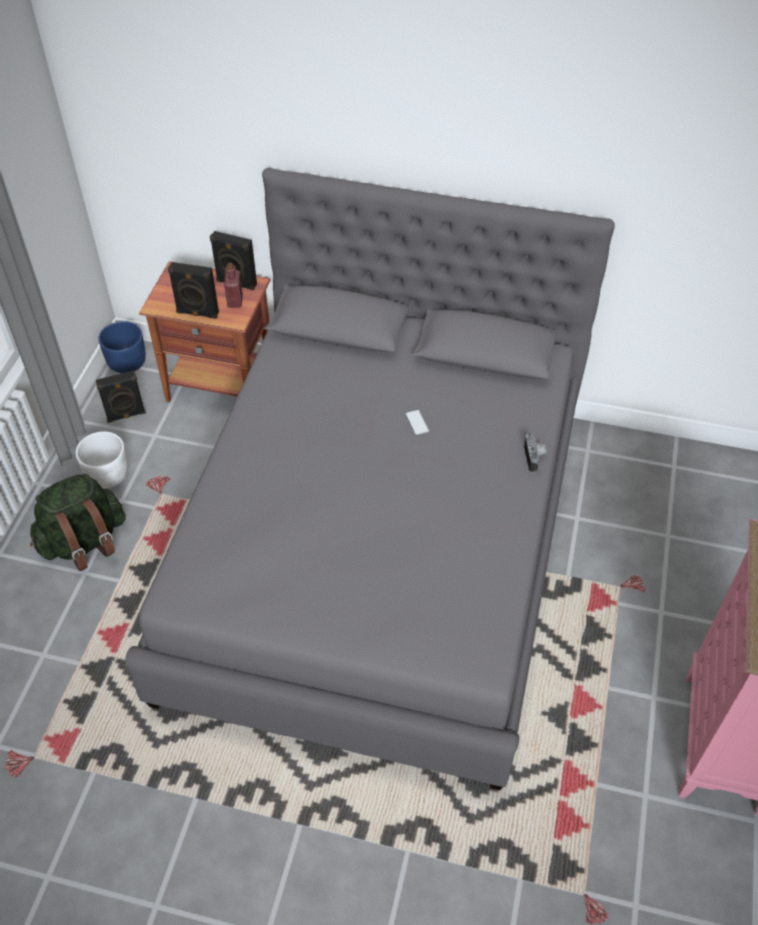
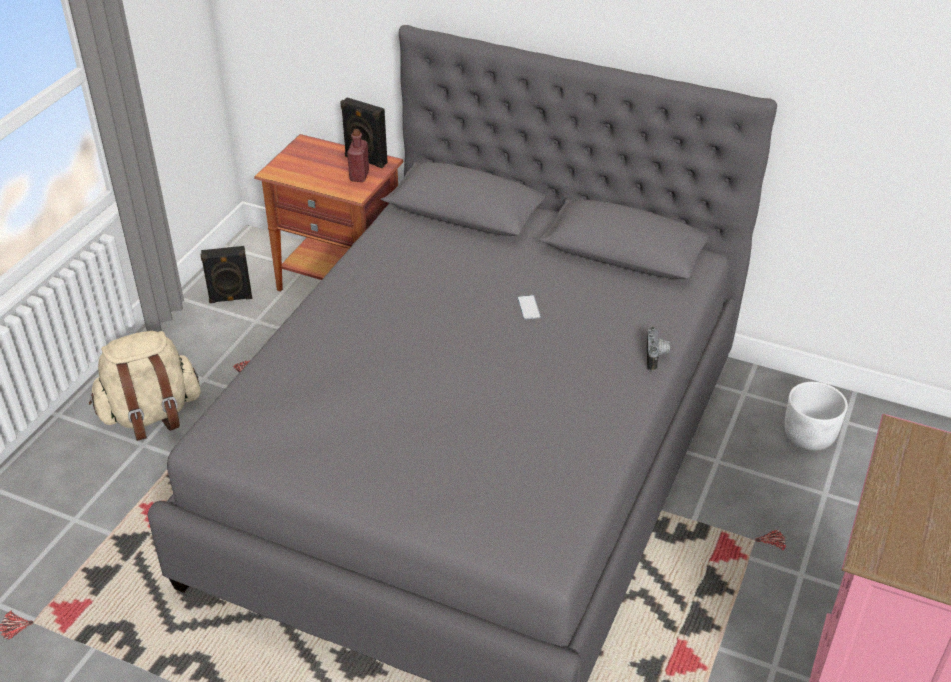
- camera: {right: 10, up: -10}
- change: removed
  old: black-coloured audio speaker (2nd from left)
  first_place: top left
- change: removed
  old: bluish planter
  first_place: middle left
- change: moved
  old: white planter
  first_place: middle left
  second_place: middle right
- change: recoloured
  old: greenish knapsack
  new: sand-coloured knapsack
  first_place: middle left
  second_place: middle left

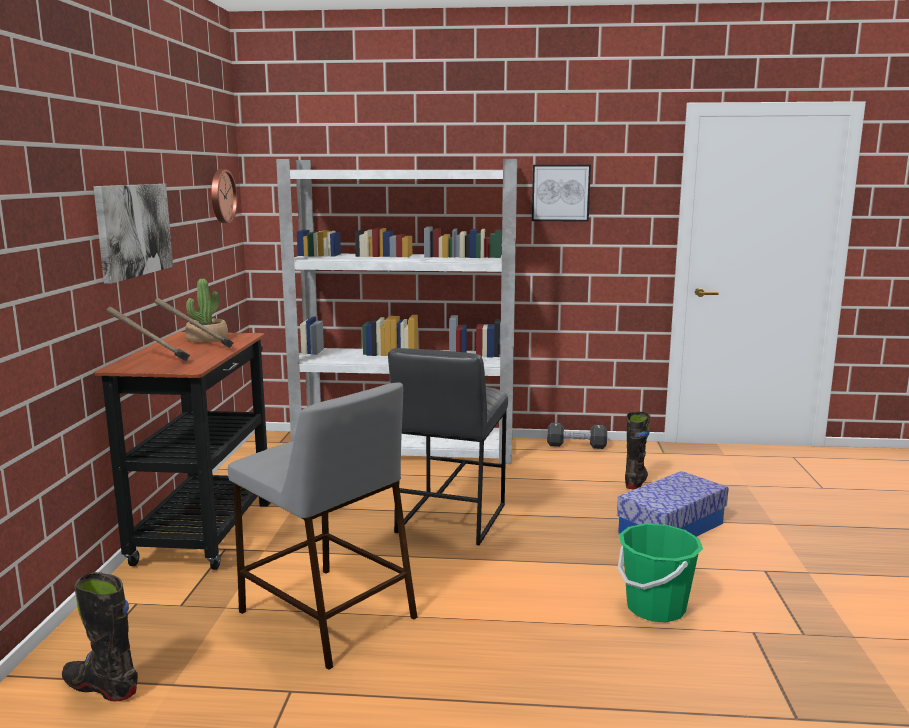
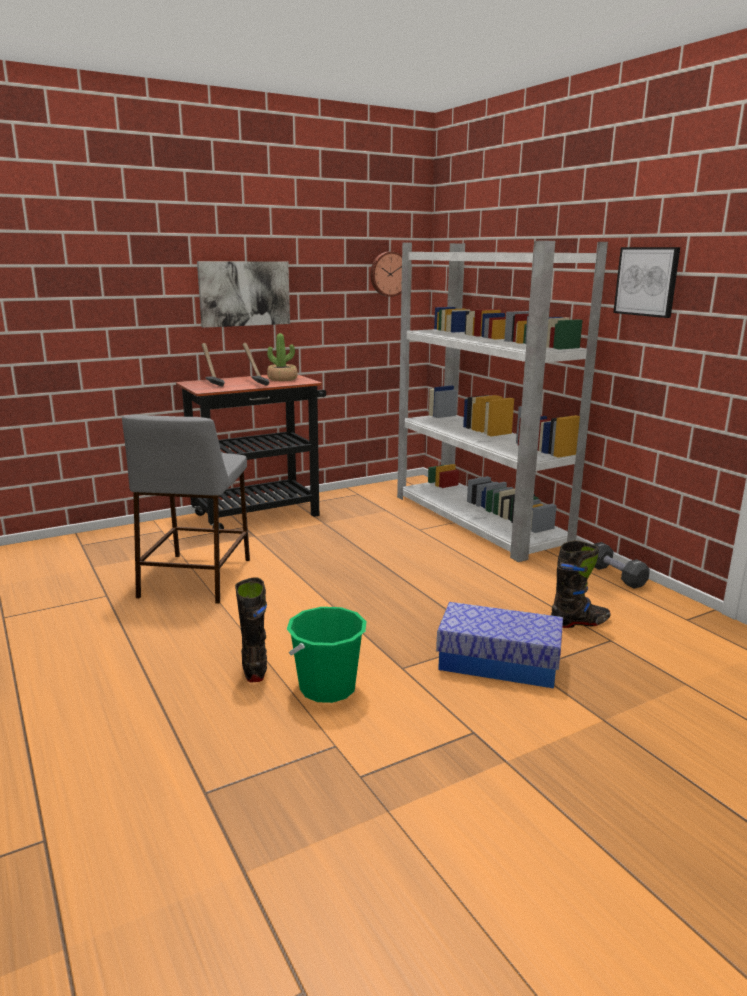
- camera: {right: 55, up: 5}
- change: removed
  old: gray stool seat (2nd from left)
  first_place: centre
- change: moved
  old: black-coloured tall boot (1st from left)
  first_place: bottom left
  second_place: centre

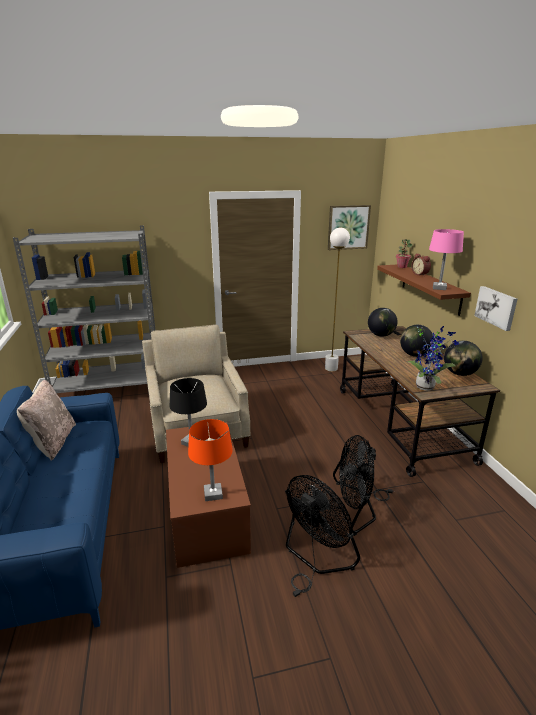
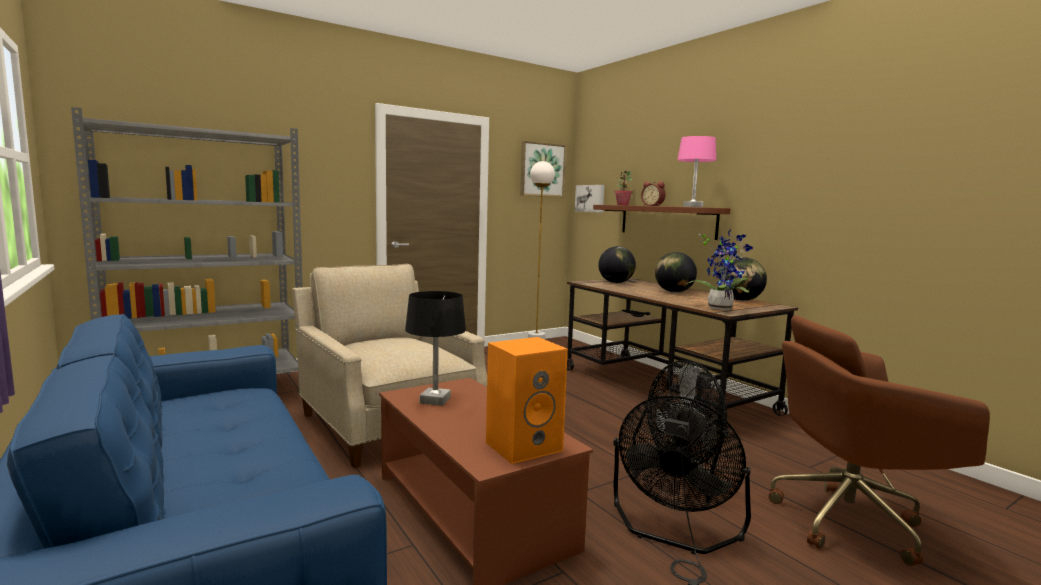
- camera: {right: -20, up: -15}
- change: moved
  old: wall picture (2nd from left)
  first_place: middle right
  second_place: centre
- change: removed
  old: sand-coloured throw pillow
  first_place: middle left
- change: replaced
  old: orange table lamp
  new: orange audio speaker
  first_place: centre
  second_place: bottom centre
- change: added
  new: brown desk chair
  second_place: bottom right

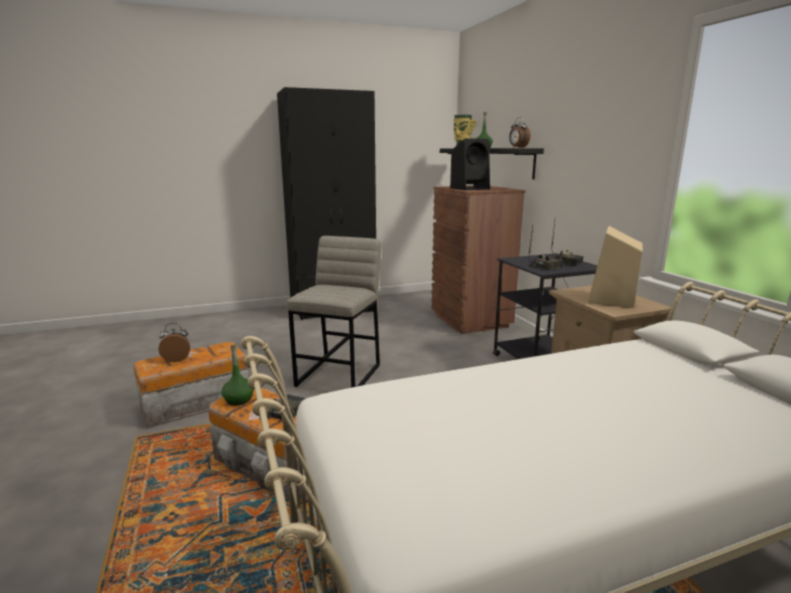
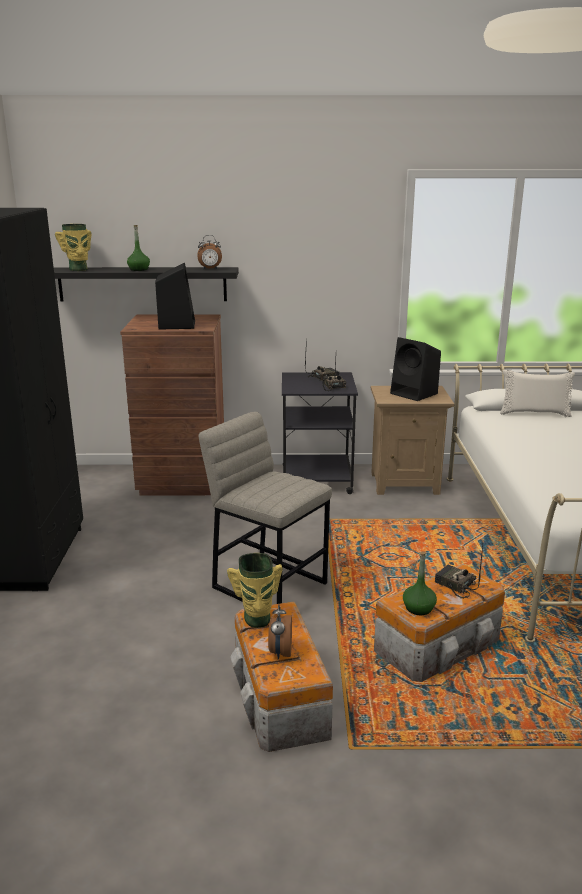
- camera: {right: -70, up: 5}
- change: recoloured
  old: sand-coloured audio speaker
  new: black-coloured audio speaker (2nd from left)
  first_place: middle right
  second_place: middle right
- change: added
  new: white throw pillow
  second_place: middle right
- change: added
  new: flower vase (2nd from left)
  second_place: centre

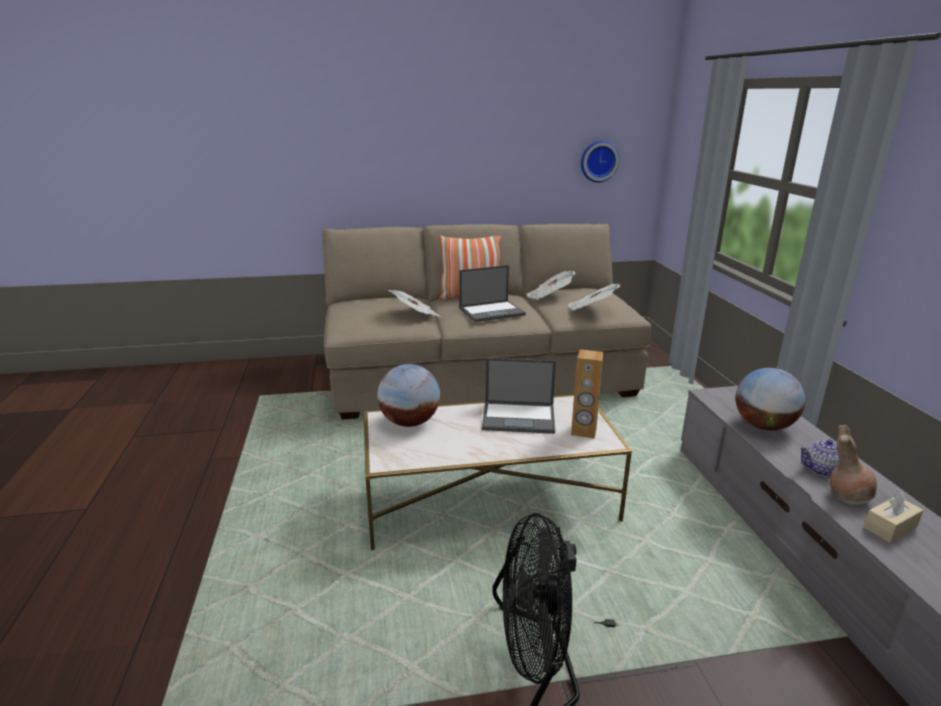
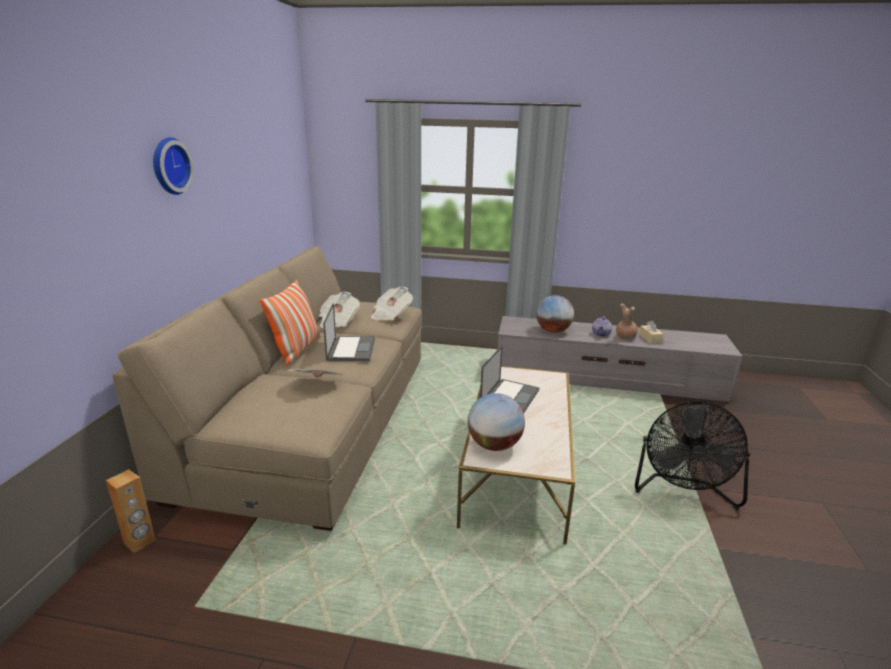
- camera: {right: -70, up: 0}
- change: moved
  old: wall clock
  first_place: top centre
  second_place: top left
- change: moved
  old: brown audio speaker
  first_place: centre
  second_place: bottom left

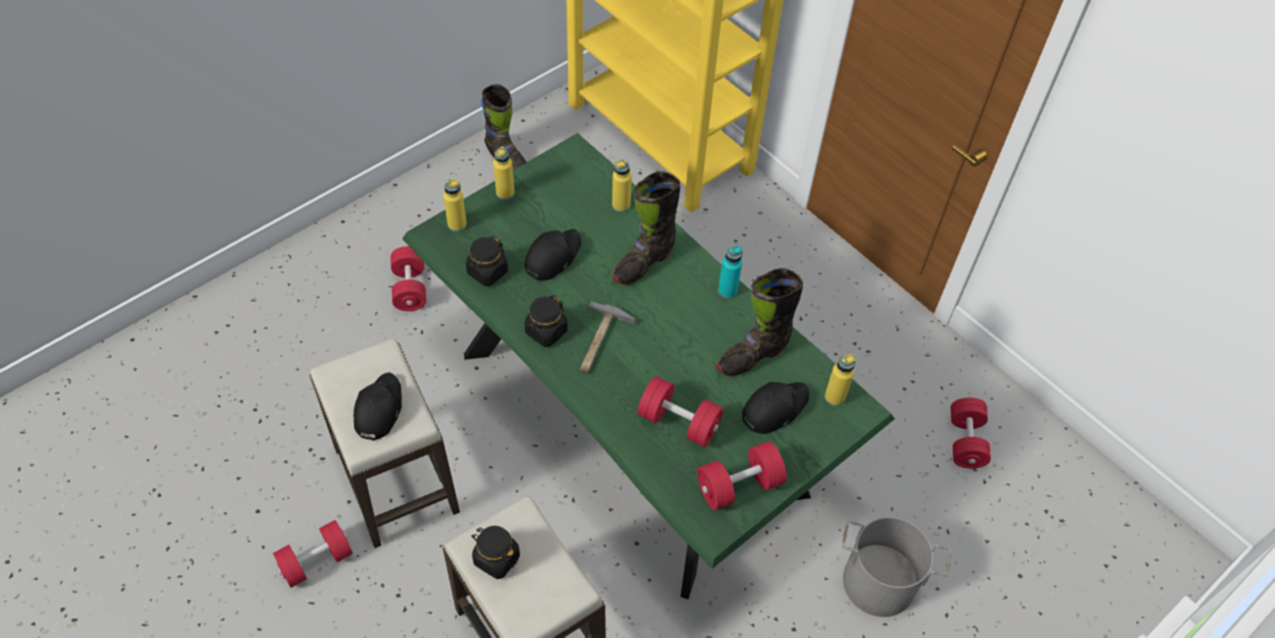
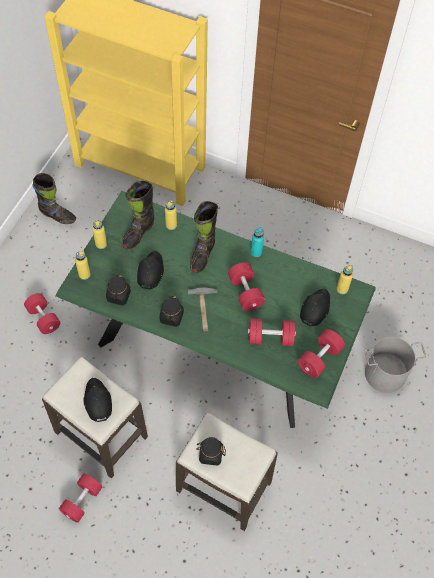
- camera: {right: -25, up: 5}
- change: moved
  old: black-coloured tall boot (3rd from left in the first image)
  new: black-coloured tall boot (2nd from left)
  first_place: centre
  second_place: middle left
- change: moved
  old: red hand weight (5th from left in the first image)
  new: red hand weight (3rd from left)
  first_place: bottom right
  second_place: centre

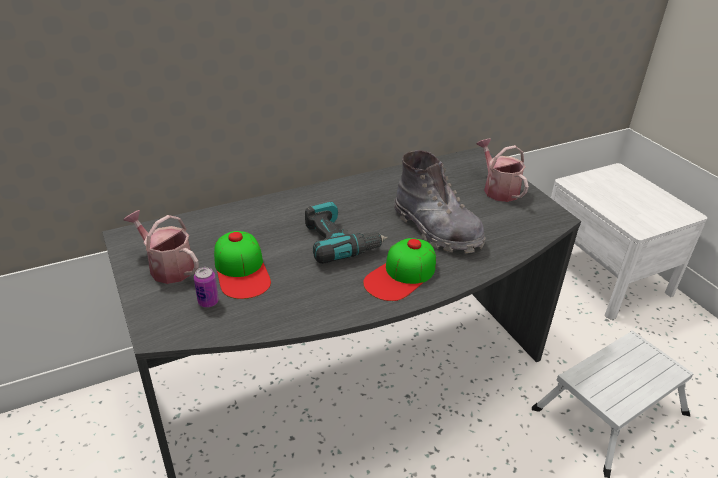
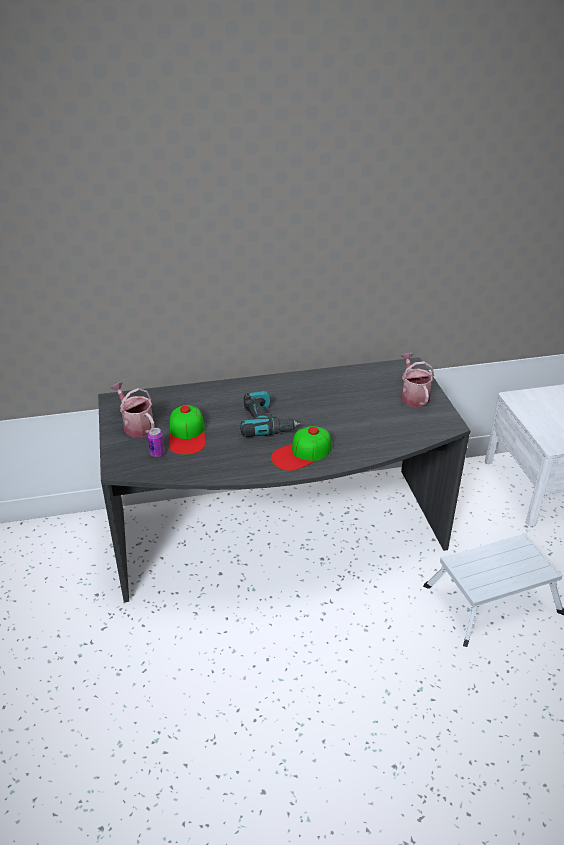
- camera: {right: 15, up: 0}
- change: removed
  old: gray tall boot
  first_place: centre

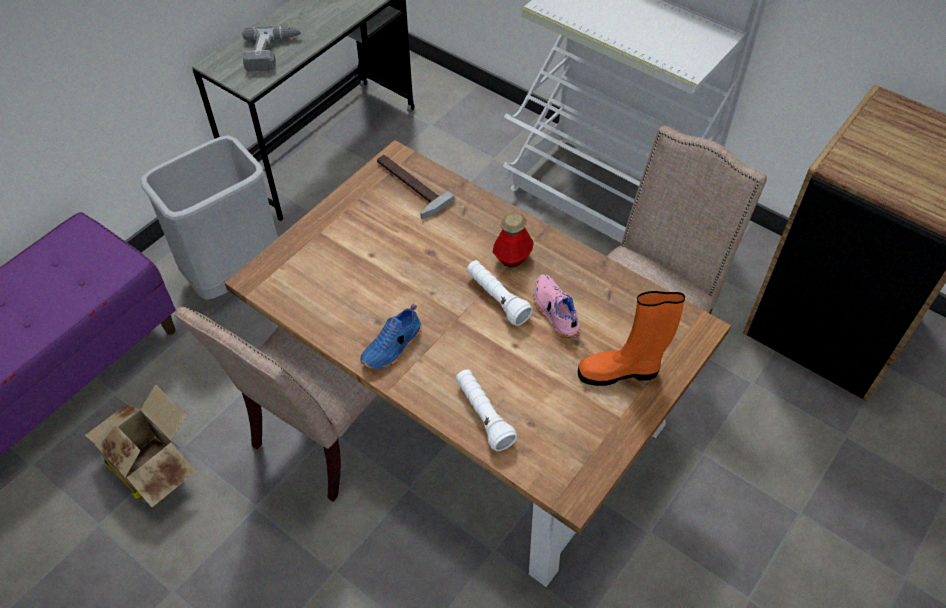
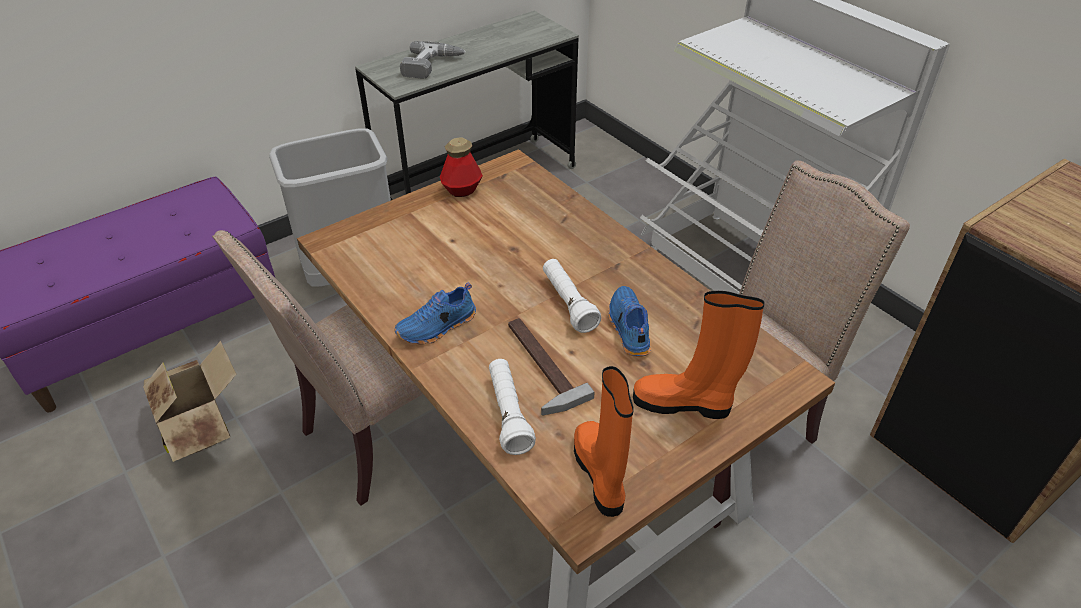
- camera: {right: 15, up: -10}
- change: moved
  old: hammer
  first_place: top centre
  second_place: centre
- change: moved
  old: drink bottle
  first_place: centre
  second_place: top centre
- change: recoloured
  old: pink-coloured item of footwear
  new: bluish item of footwear (2nd from left)
  first_place: centre
  second_place: centre
- change: added
  new: orange tall boot (1st from left)
  second_place: bottom centre

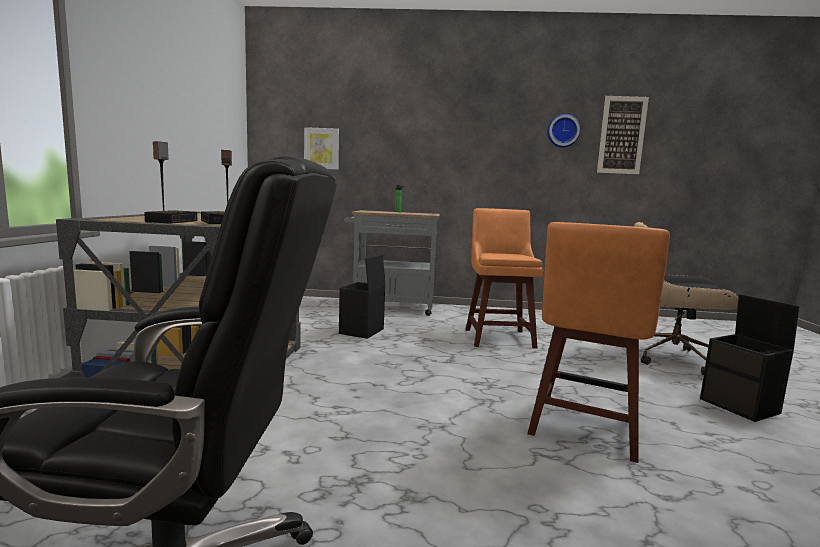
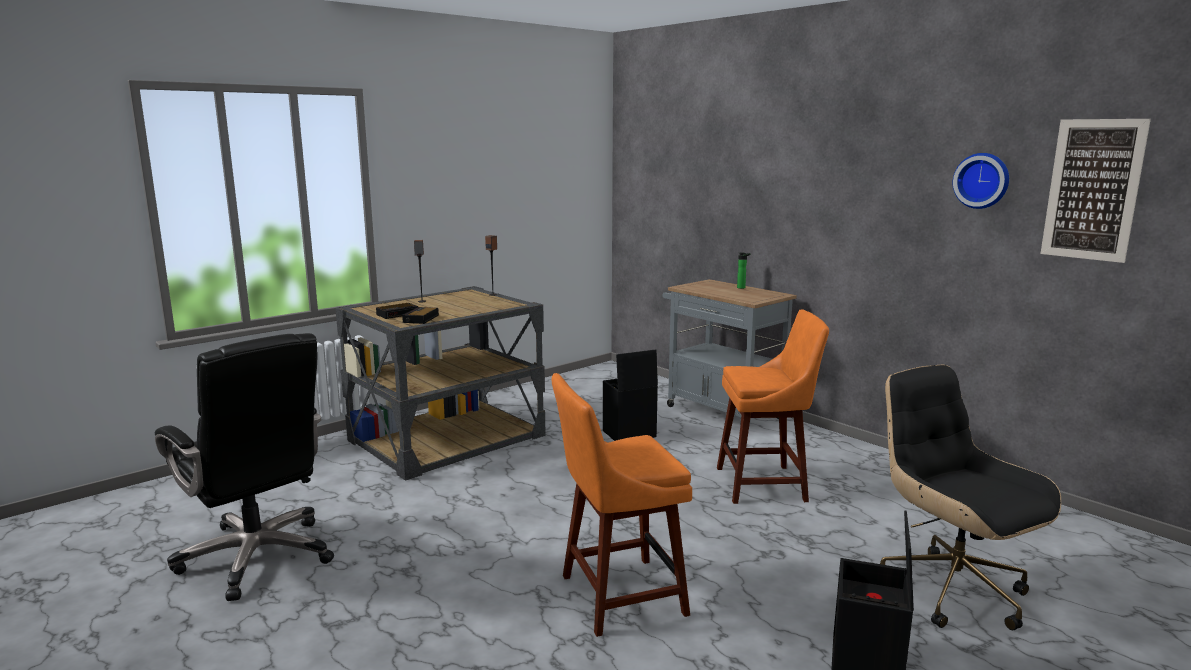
- camera: {right: 45, up: 5}
- change: removed
  old: wall picture (1st from left)
  first_place: top centre
- change: turned
  old: orange plain chair (1st from left in the first image)
  first_place: centre
  second_place: centre
  degrees: 45

